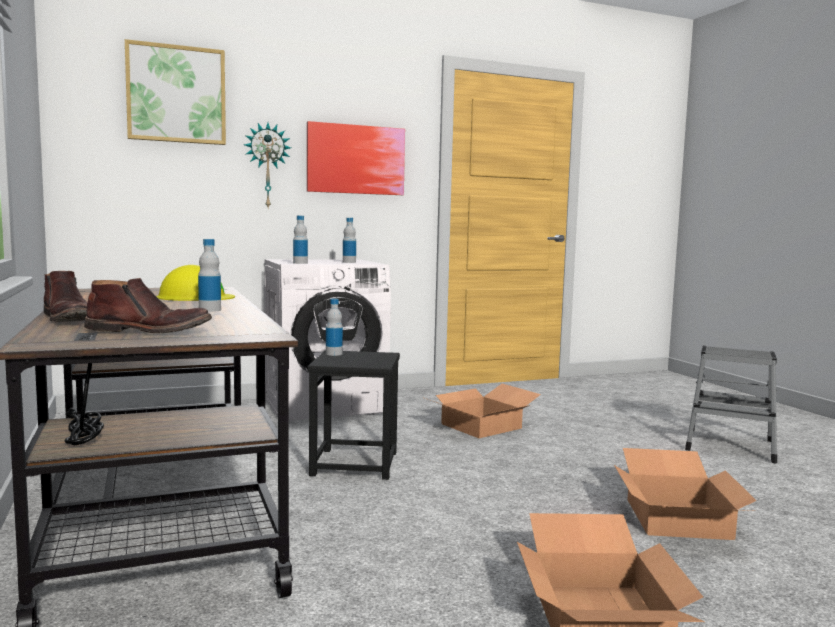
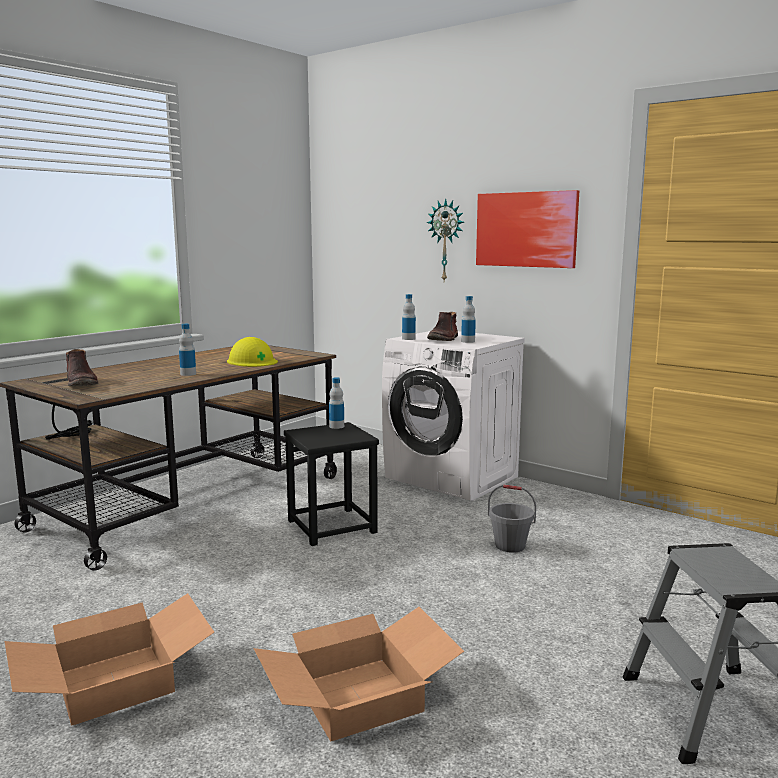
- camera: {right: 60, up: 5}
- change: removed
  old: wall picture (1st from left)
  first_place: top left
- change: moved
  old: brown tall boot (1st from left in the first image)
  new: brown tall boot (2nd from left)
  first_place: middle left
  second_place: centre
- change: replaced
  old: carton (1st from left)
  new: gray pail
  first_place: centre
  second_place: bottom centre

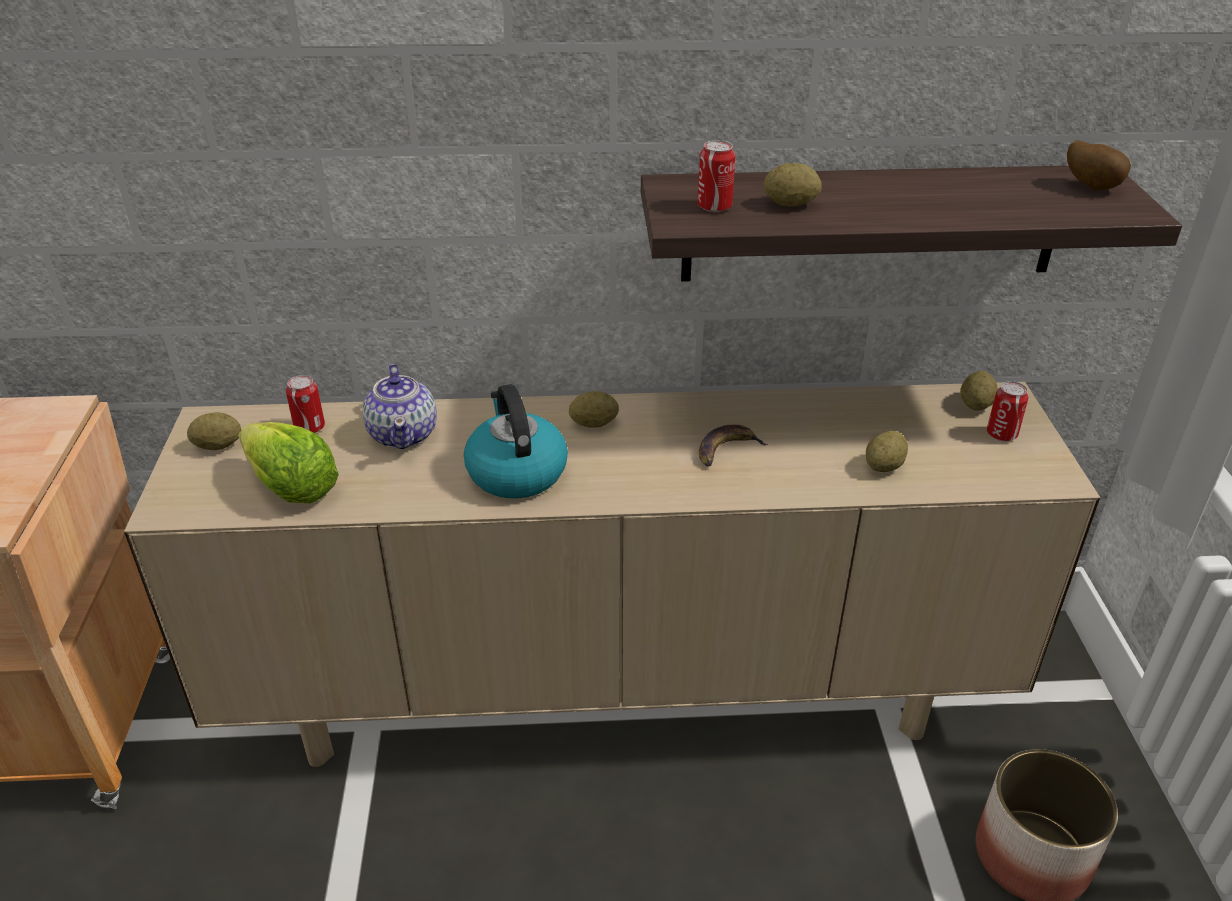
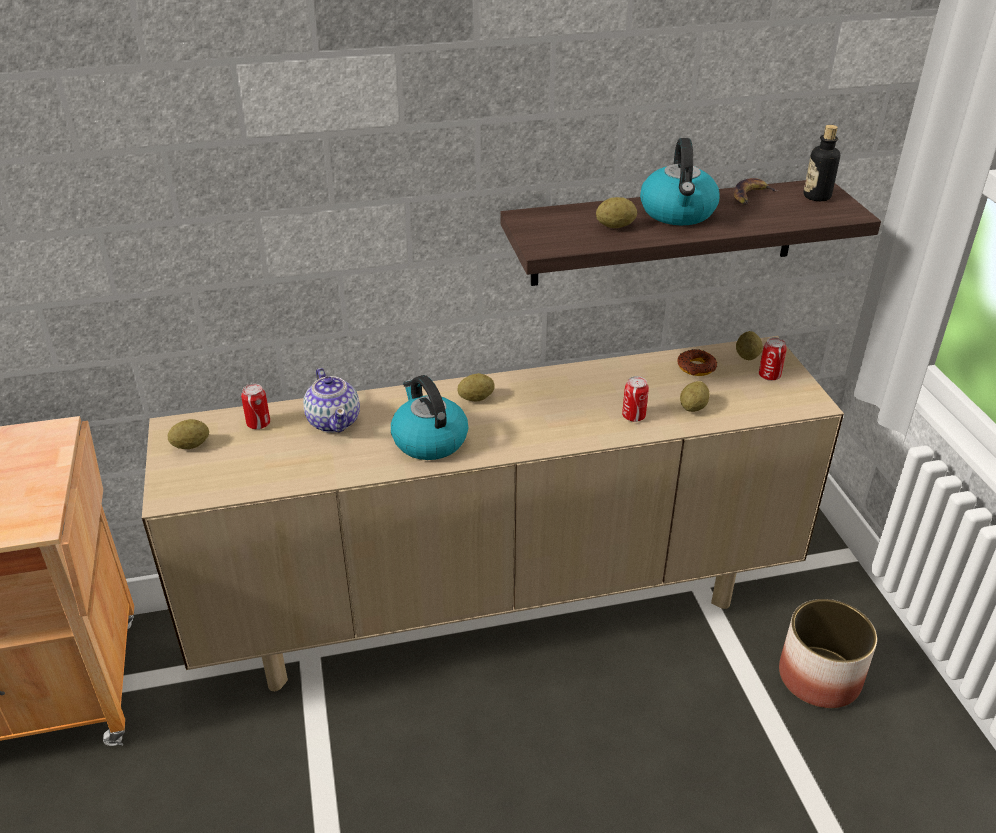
- camera: {right: -10, up: 0}
- change: moved
  old: can (2nd from left)
  first_place: top centre
  second_place: centre
- change: replaced
  old: spud (6th from left)
  new: drink bottle
  first_place: top right
  second_place: top right
- change: removed
  old: head of lettuce
  first_place: middle left
- change: moved
  old: whole banana
  first_place: centre
  second_place: top right
- change: added
  new: kettle (2nd from left)
  second_place: top right
- change: added
  new: doughnut
  second_place: middle right

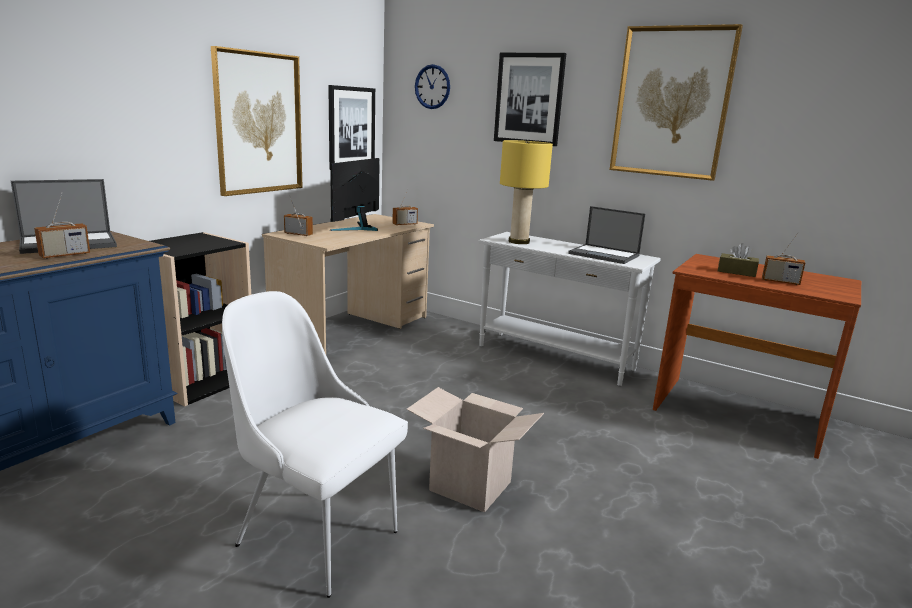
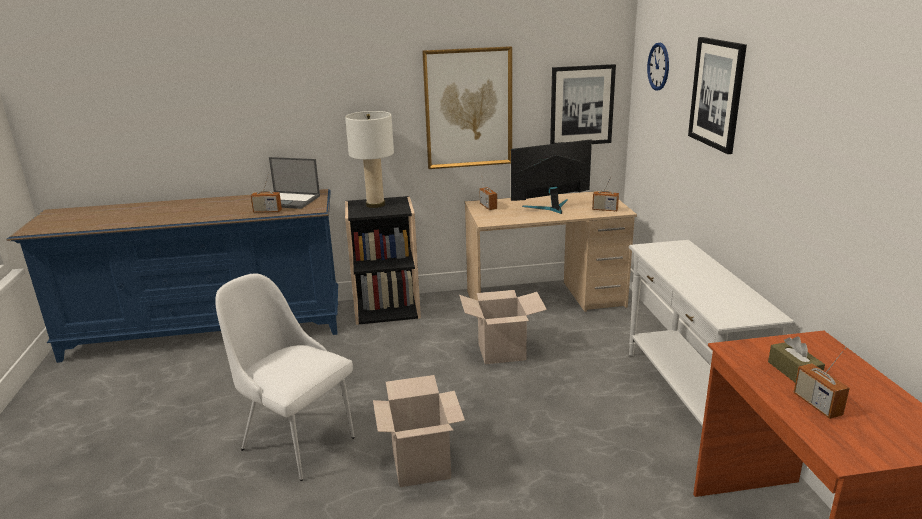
- camera: {right: 50, up: 5}
- change: removed
  old: wall picture (4th from left)
  first_place: top right
- change: removed
  old: yellowish table lamp
  first_place: top centre
- change: removed
  old: portable computer (2nd from left)
  first_place: centre
- change: turned
  old: white plain chair
  first_place: bottom centre
  second_place: bottom left
  degrees: -45
- change: added
  new: white table lamp
  second_place: top centre
- change: added
  new: carton (2nd from left)
  second_place: centre

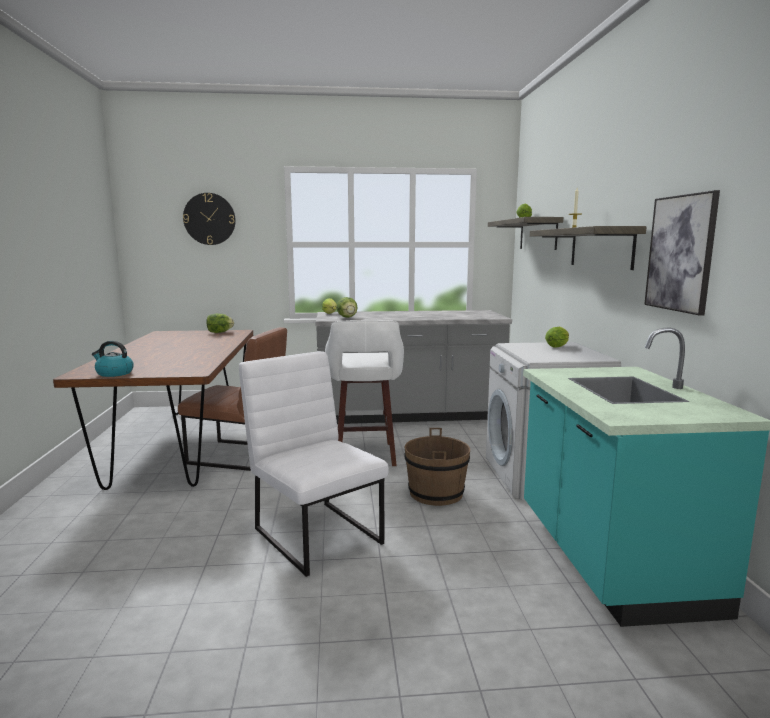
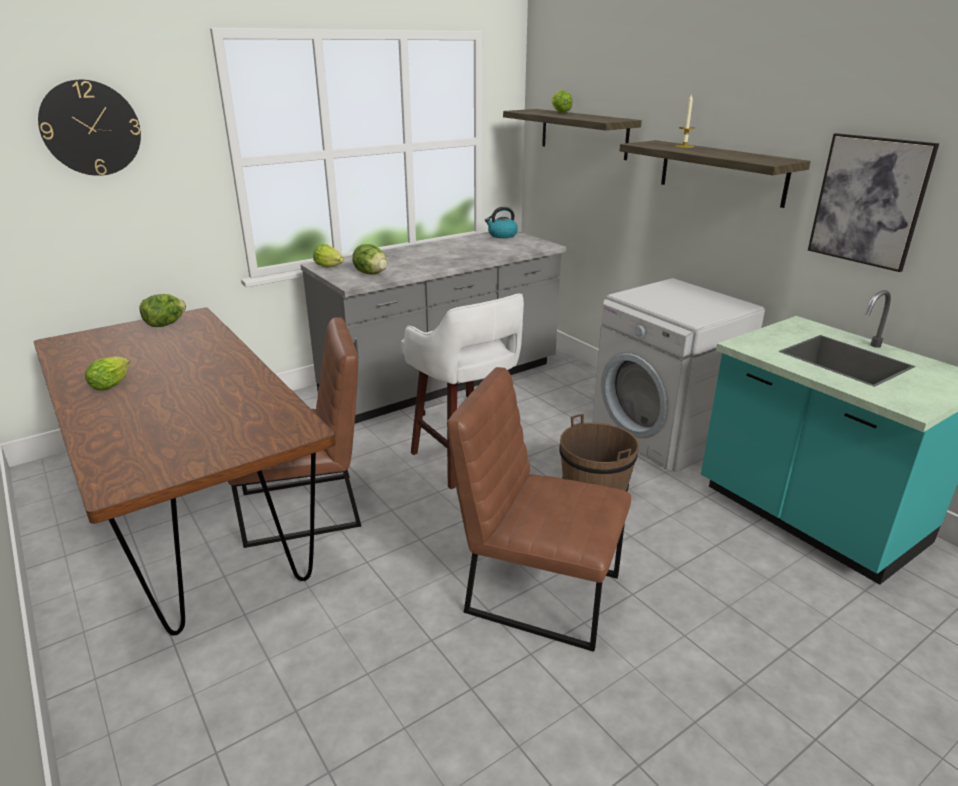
- camera: {right: -30, up: 15}
- change: moved
  old: head of lettuce (5th from left in the first image)
  new: head of lettuce (1st from left)
  first_place: middle right
  second_place: middle left
- change: moved
  old: kettle
  first_place: middle left
  second_place: top centre
- change: recoloured
  old: white plain chair
  new: brown plain chair (2nd from left)
  first_place: centre
  second_place: centre

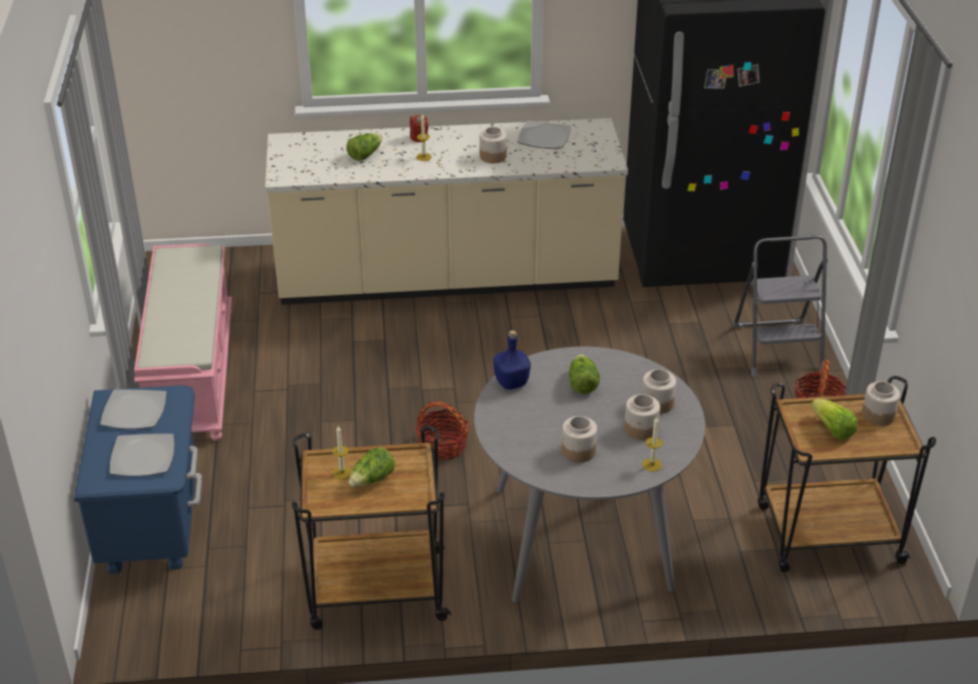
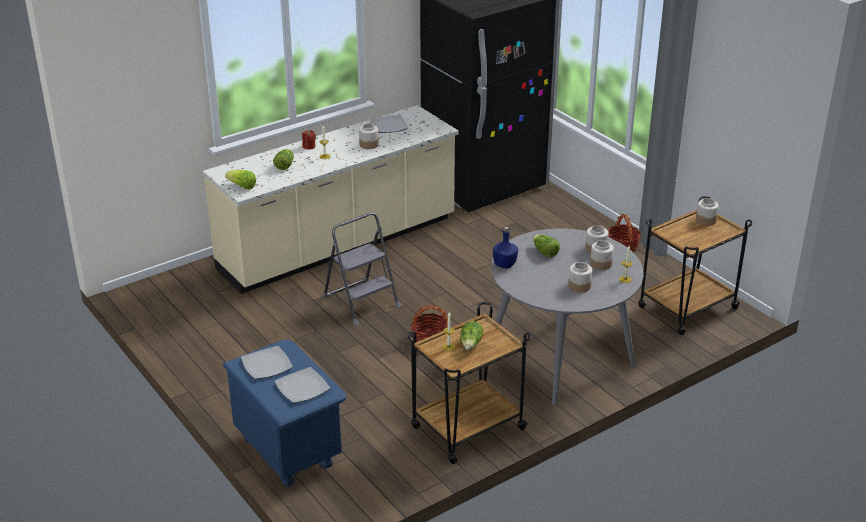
- camera: {right: -30, up: -5}
- change: moved
  old: gray stepladder
  first_place: middle right
  second_place: centre
- change: removed
  old: pink-coloured bench
  first_place: middle left
- change: moved
  old: head of lettuce (4th from left in the first image)
  new: head of lettuce (1st from left)
  first_place: middle right
  second_place: middle left

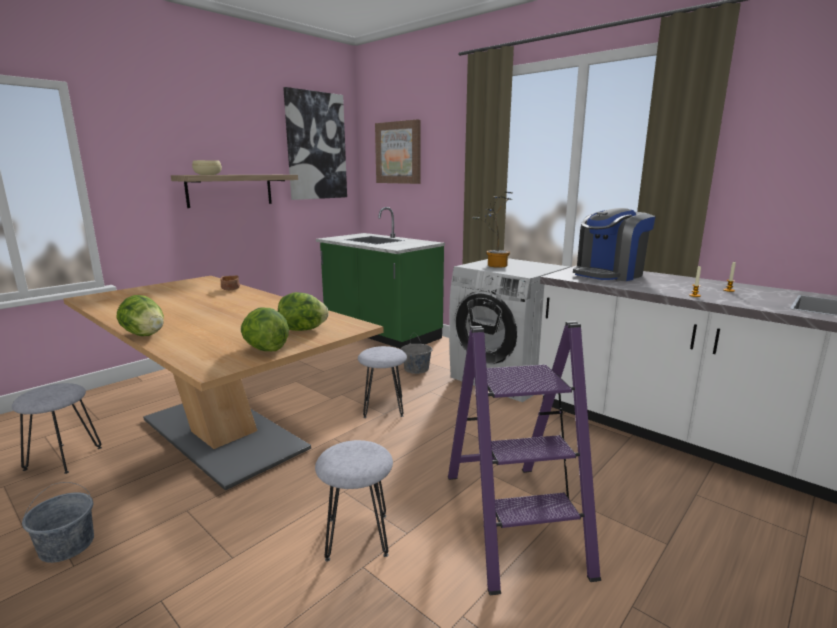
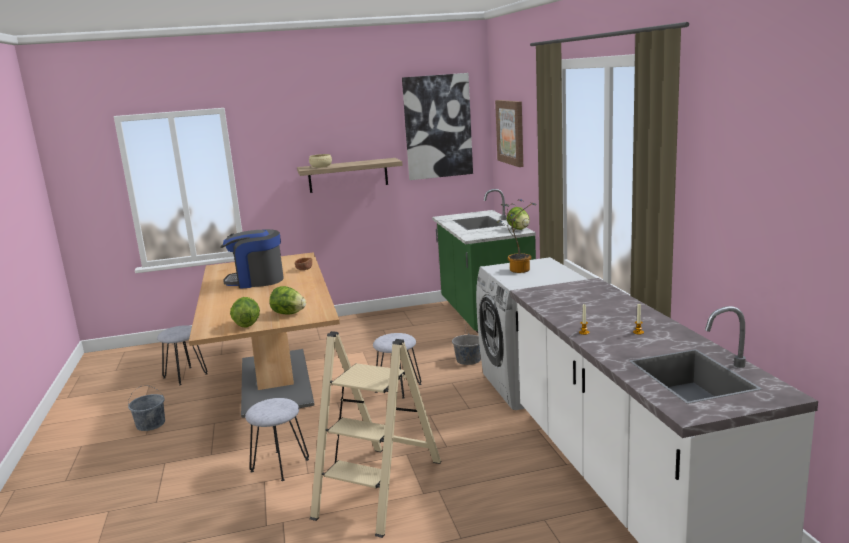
- camera: {right: 35, up: 0}
- change: moved
  old: coffee brewer
  first_place: middle right
  second_place: middle left
- change: moved
  old: head of lettuce (1st from left in the first image)
  new: head of lettuce (3rd from left)
  first_place: middle left
  second_place: centre
- change: recoloured
  old: purple-coloured stepladder
  new: sand-coloured stepladder
  first_place: bottom centre
  second_place: bottom centre

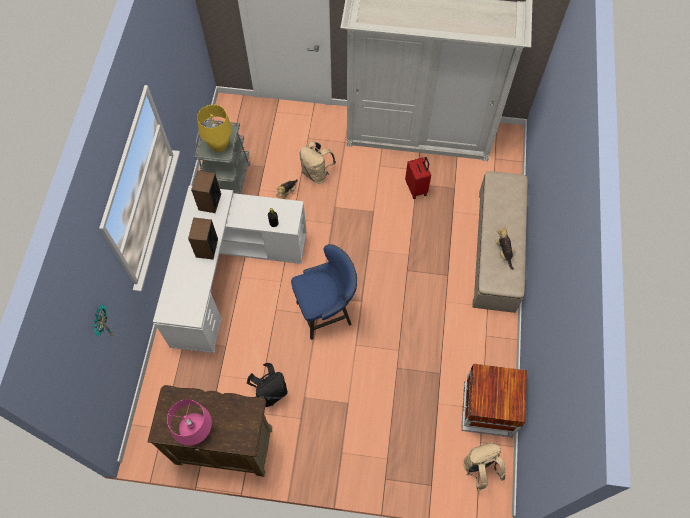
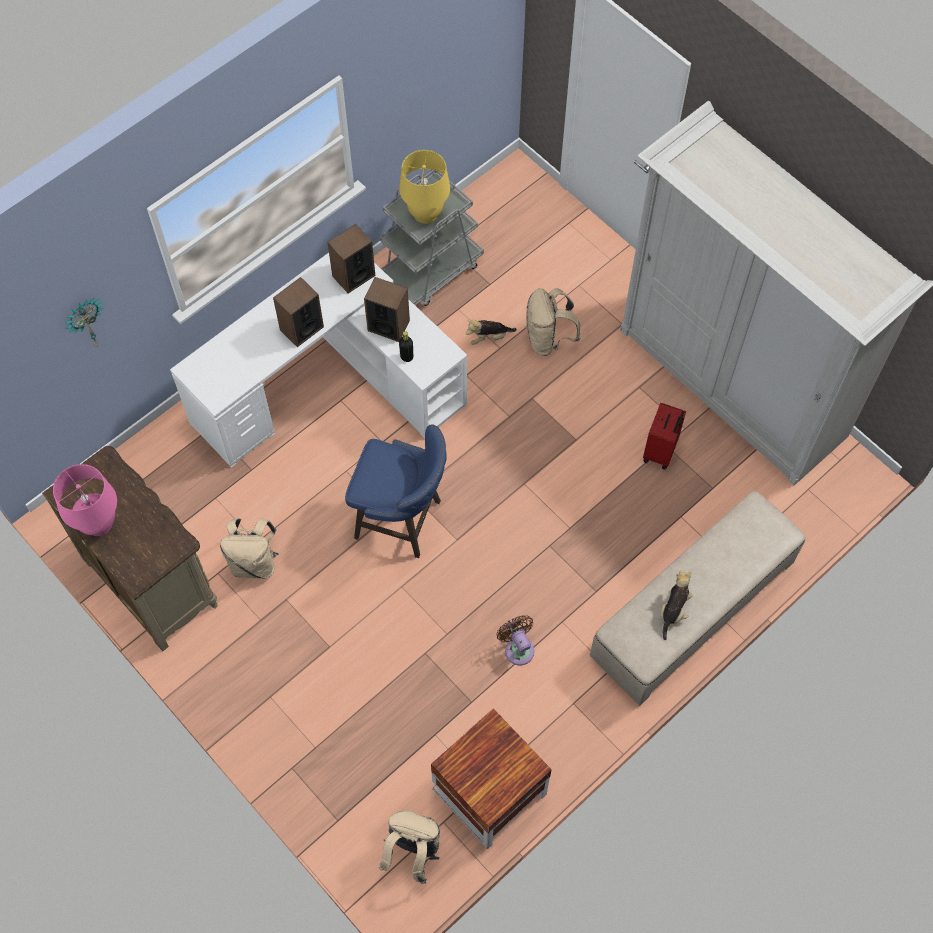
- camera: {right: 40, up: 0}
- change: recoloured
  old: black-coloured knapsack
  new: sand-coloured knapsack (1st from left)
  first_place: bottom centre
  second_place: middle left
- change: added
  new: audio speaker (3rd from left)
  second_place: top centre
- change: added
  new: brown electric fan
  second_place: bottom centre

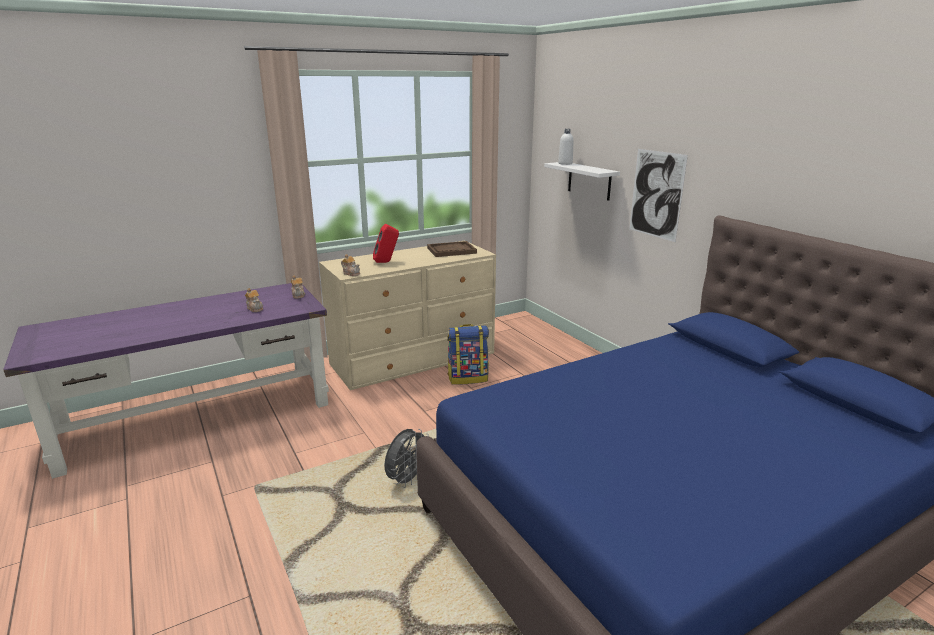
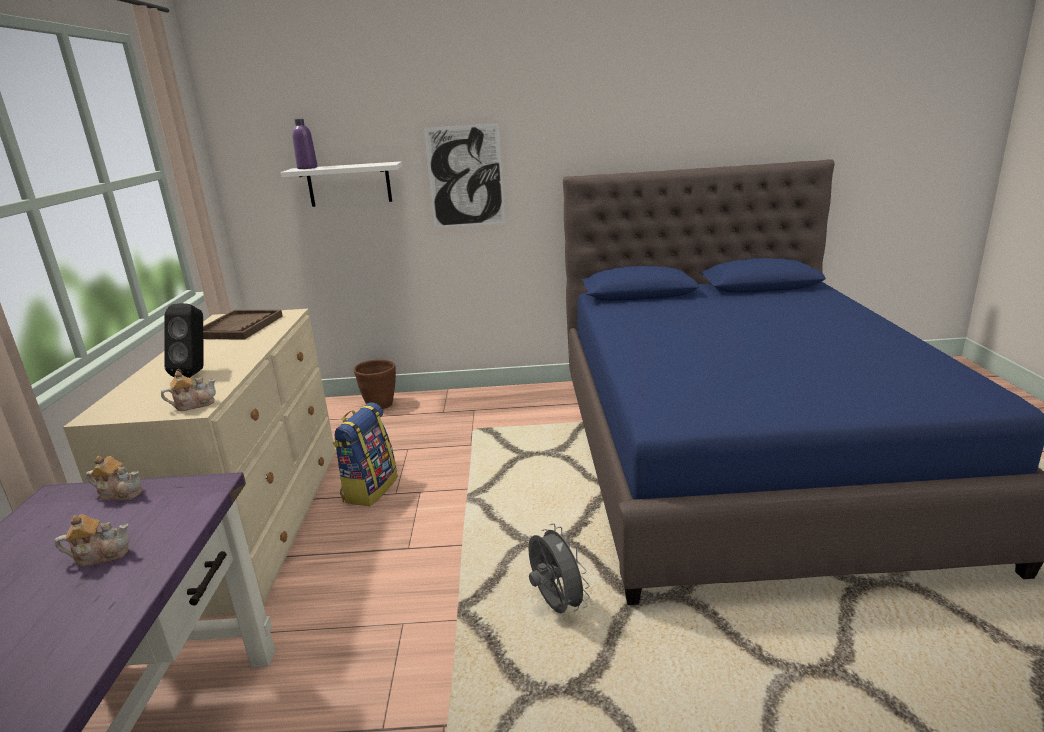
- camera: {right: -60, up: 0}
- change: recoloured
  old: white drink bottle
  new: purple-coloured drink bottle
  first_place: top centre
  second_place: top left
- change: recoloured
  old: red audio speaker
  new: black-coloured audio speaker
  first_place: centre
  second_place: middle left
- change: added
  new: brown planter
  second_place: centre

